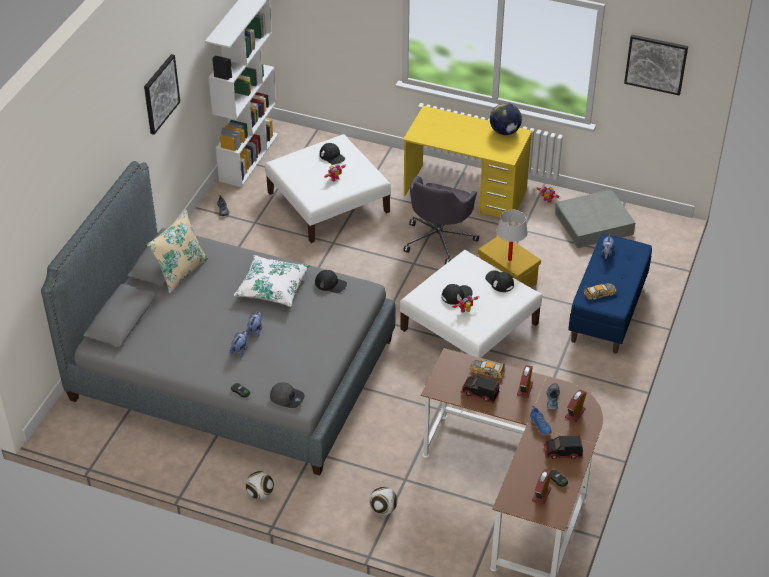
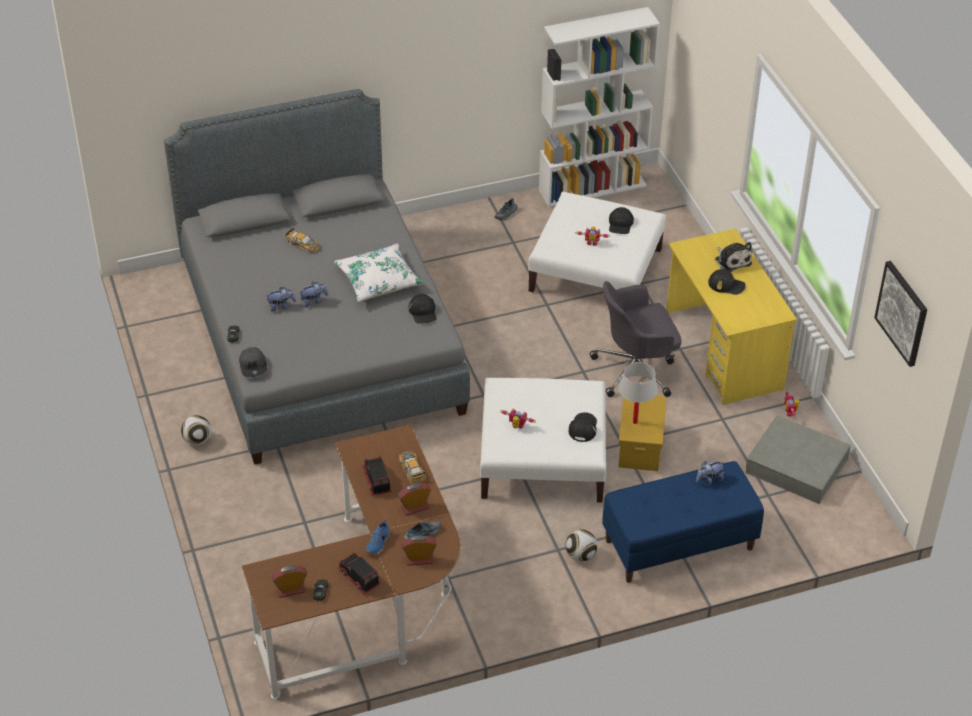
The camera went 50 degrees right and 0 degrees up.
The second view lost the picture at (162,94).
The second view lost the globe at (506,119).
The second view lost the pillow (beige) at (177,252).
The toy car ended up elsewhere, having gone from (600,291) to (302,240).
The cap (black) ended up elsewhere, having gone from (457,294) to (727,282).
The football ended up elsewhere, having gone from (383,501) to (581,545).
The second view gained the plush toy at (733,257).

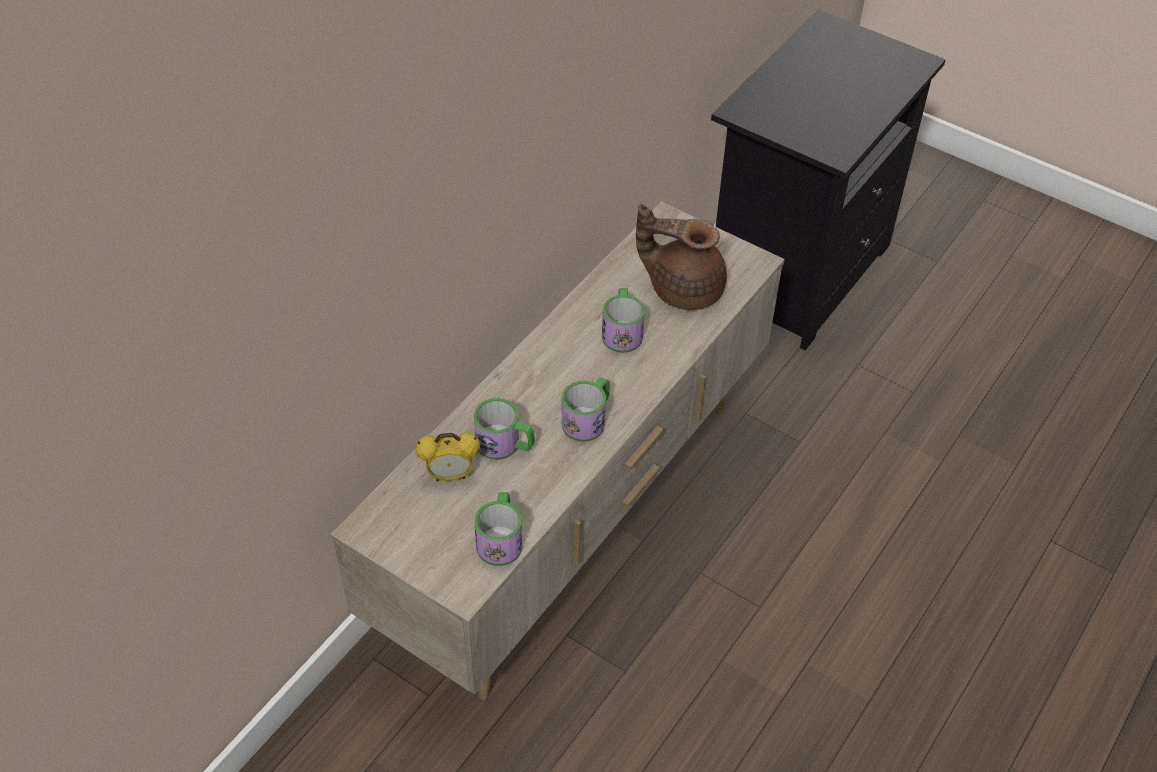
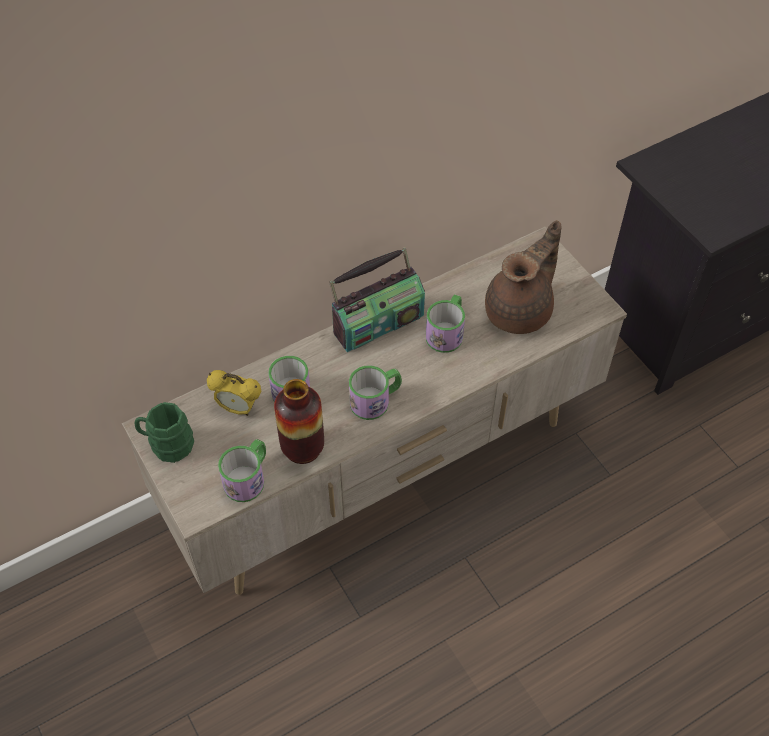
The camera went 25 degrees right and 5 degrees up.
The teapot (brown) at (681,257) ended up facing another way, 90 degrees clockwise from before.
The second view gained the radio at (377,299).
The second view gained the vase at (299,421).
The second view gained the mug (green) at (164,432).

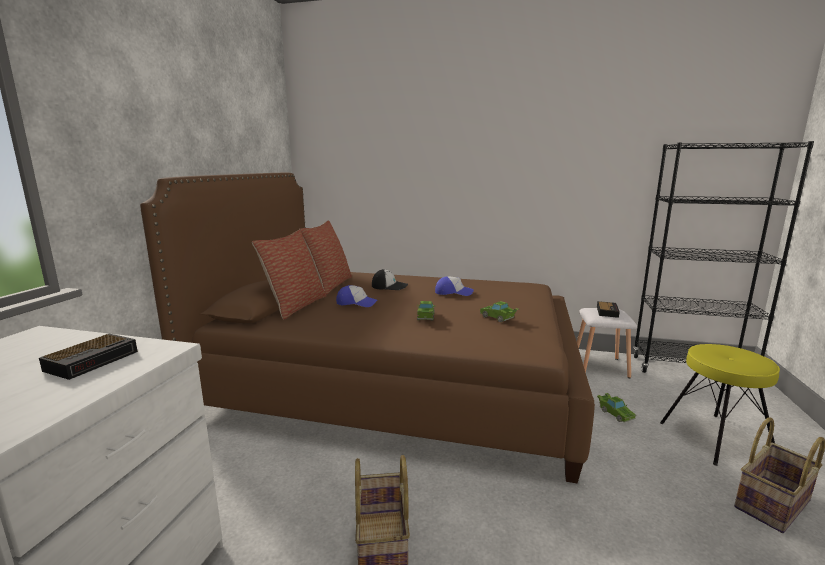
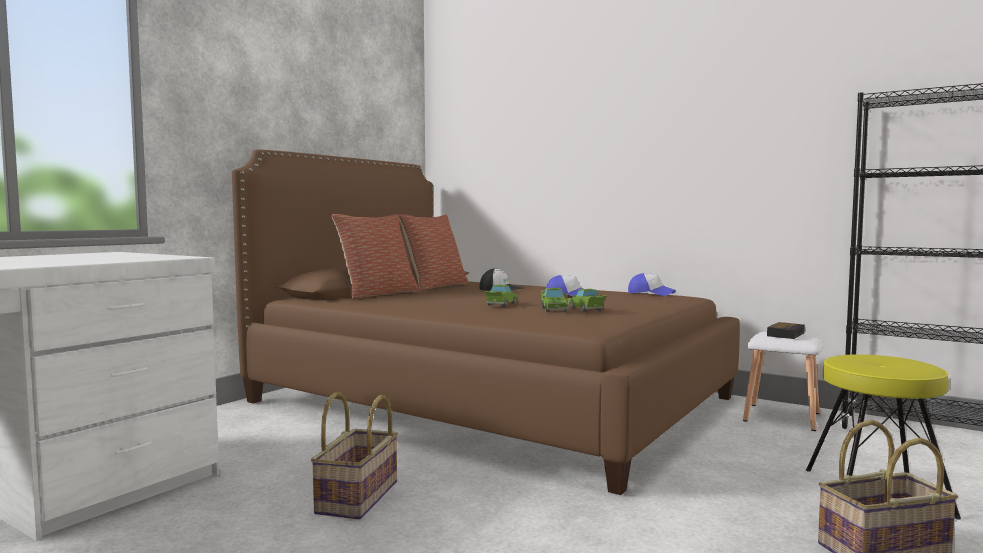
The camera went 20 degrees right and 10 degrees down.
The cap ended up elsewhere, having gone from (357,296) to (652,284).
The second view lost the alarm clock at (88,357).
The toy car (green) ended up elsewhere, having gone from (616,408) to (554,300).

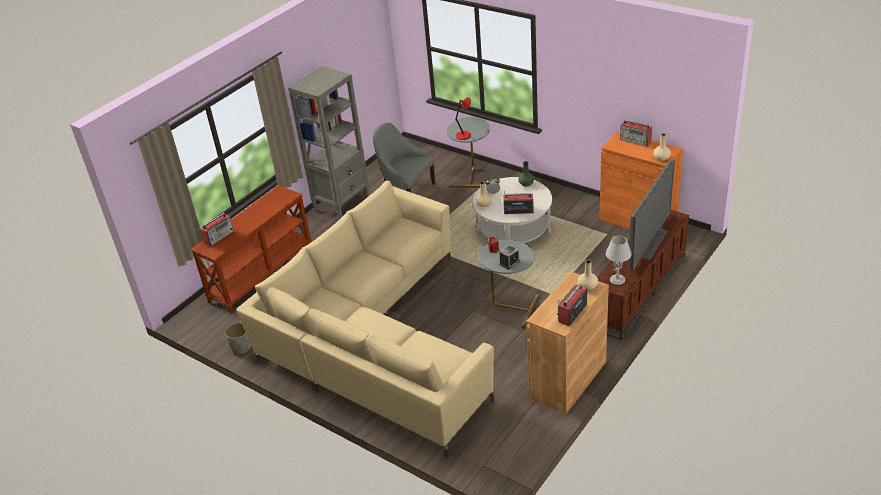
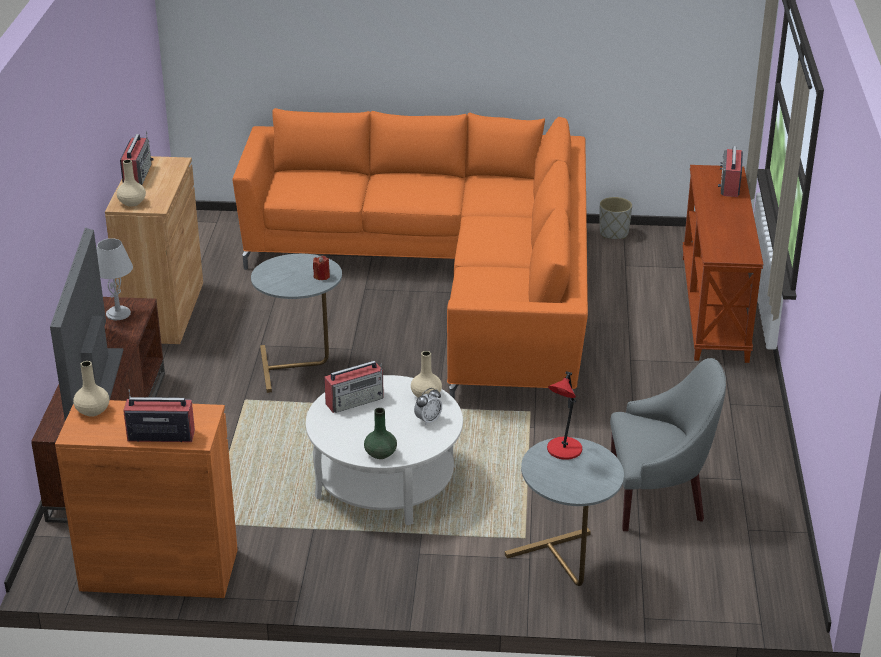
The camera went 145 degrees right and 5 degrees down.
The second view lost the bookcase (grey) at (329,143).
What was the sofa (beige) at (365,319) turned into the sofa (orange) at (410,258).
The second view lost the alarm clock at (509,257).

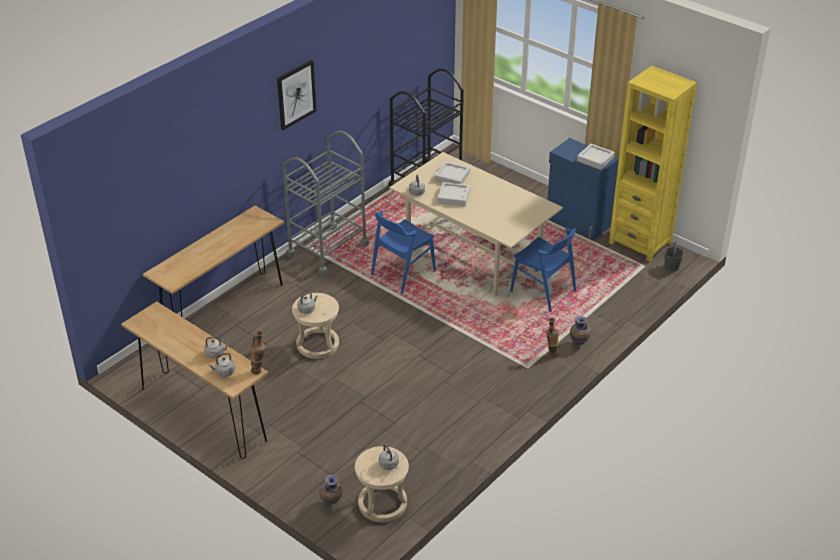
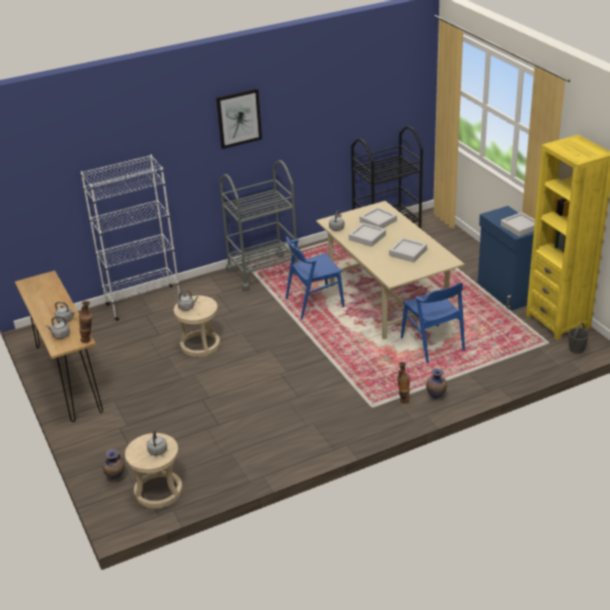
The camera went 25 degrees right and 5 degrees down.
Where the console table (brown) stood at (213,261), the bookcase (white) came to stand at (131,238).
The second view gained the tray (grey) at (408,250).

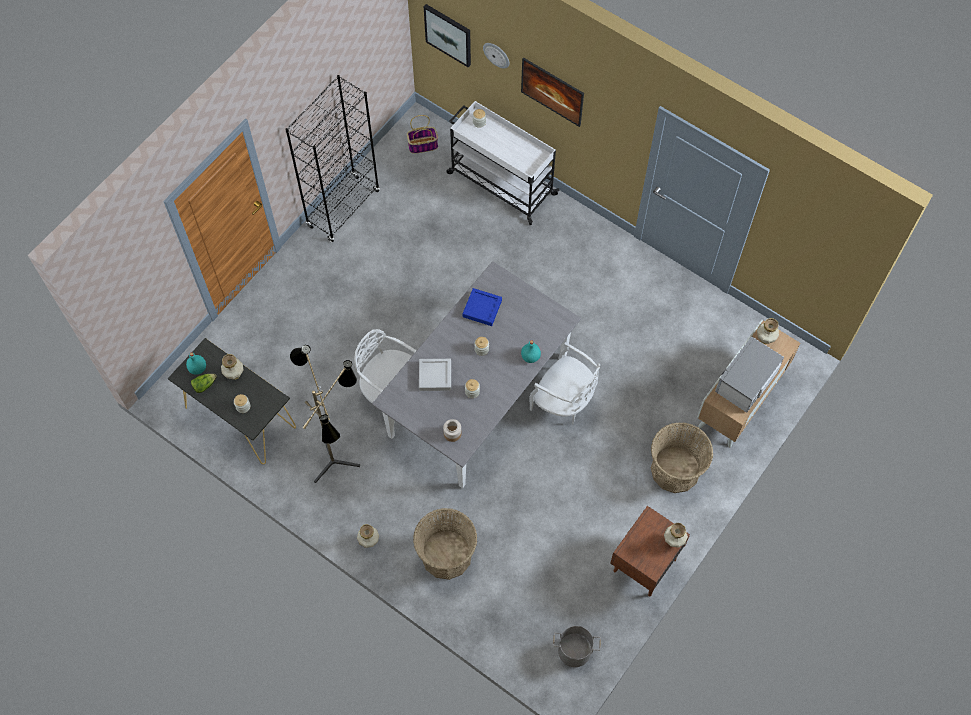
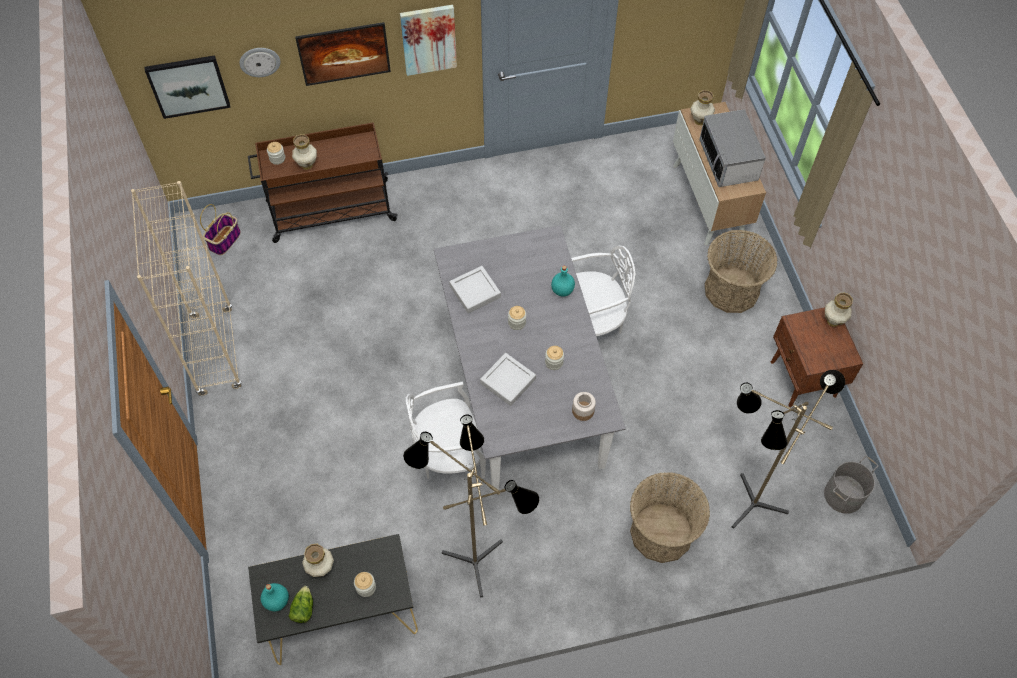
The camera went 50 degrees left and 5 degrees down.
What was the bookcase (black) at (332,158) turned into the bookcase (beige) at (186,288).
What was the cart (white) at (503,163) turned into the cart (brown) at (323,182).
What was the tray (blue) at (482,307) turned into the tray (grey) at (475,289).
The vase ended up elsewhere, having gone from (368,536) to (304,152).
The second view gained the picture at (428,40).
The second view gained the floor lamp at (788,449).

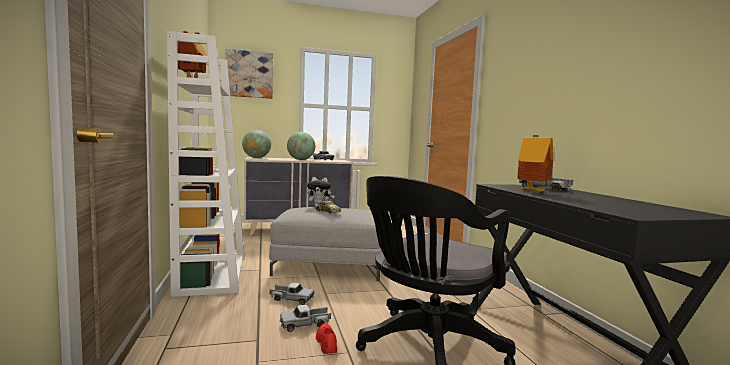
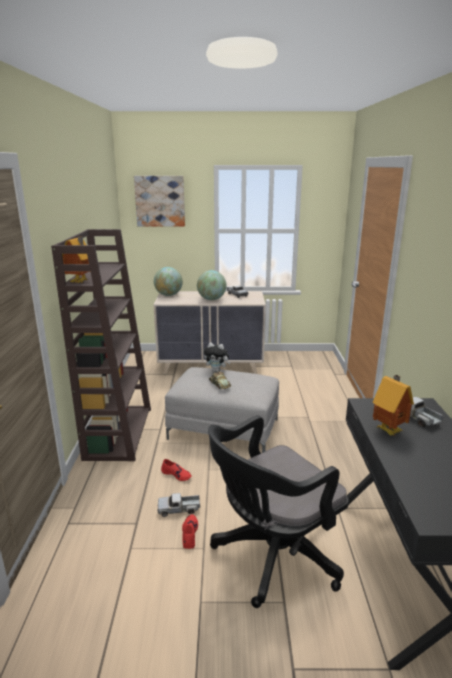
The camera went 15 degrees right and 15 degrees up.
What was the bookcase (white) at (205,164) turned into the bookcase (brown) at (101,345).
Where the toy truck stood at (292,294), the shoe (red) came to stand at (176,470).

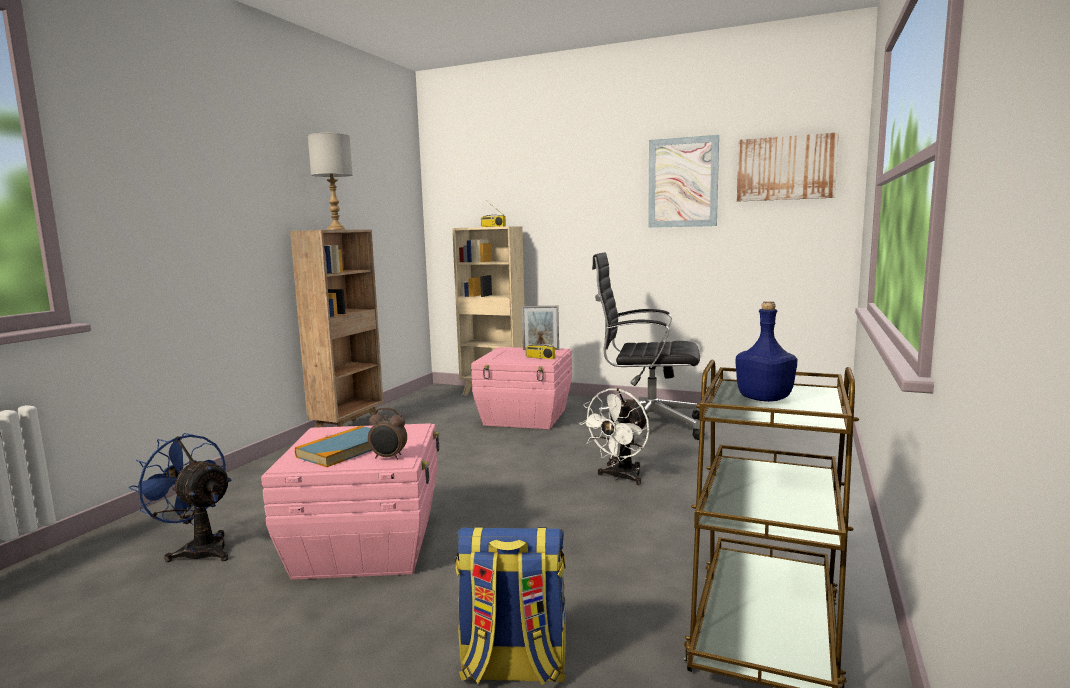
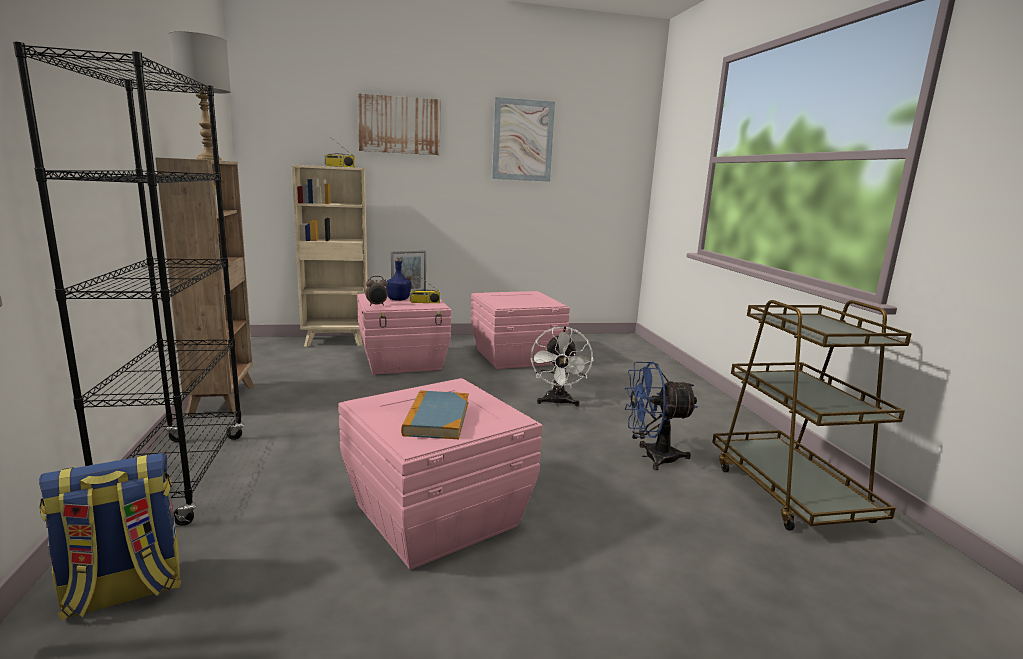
The camera went 35 degrees left and 5 degrees up.
The picture ended up elsewhere, having gone from (788,167) to (399,124).
Where the office chair (black) stood at (648,347), the storage box (pink) came to stand at (520,330).
The bottle (blue) ended up elsewhere, having gone from (766,351) to (398,279).
The alarm clock ended up elsewhere, having gone from (387,433) to (376,291).
The fan (blue) ended up elsewhere, having gone from (180,497) to (661,416).
The backpack ended up elsewhere, having gone from (510,606) to (110,537).
The second view gained the bookcase (black) at (128,283).

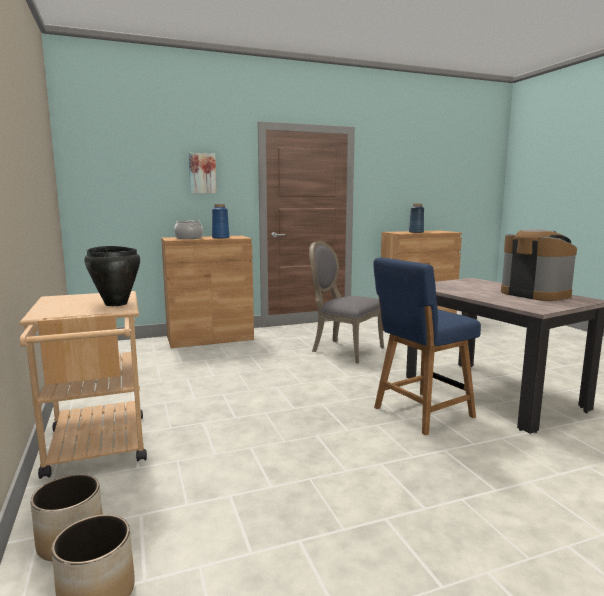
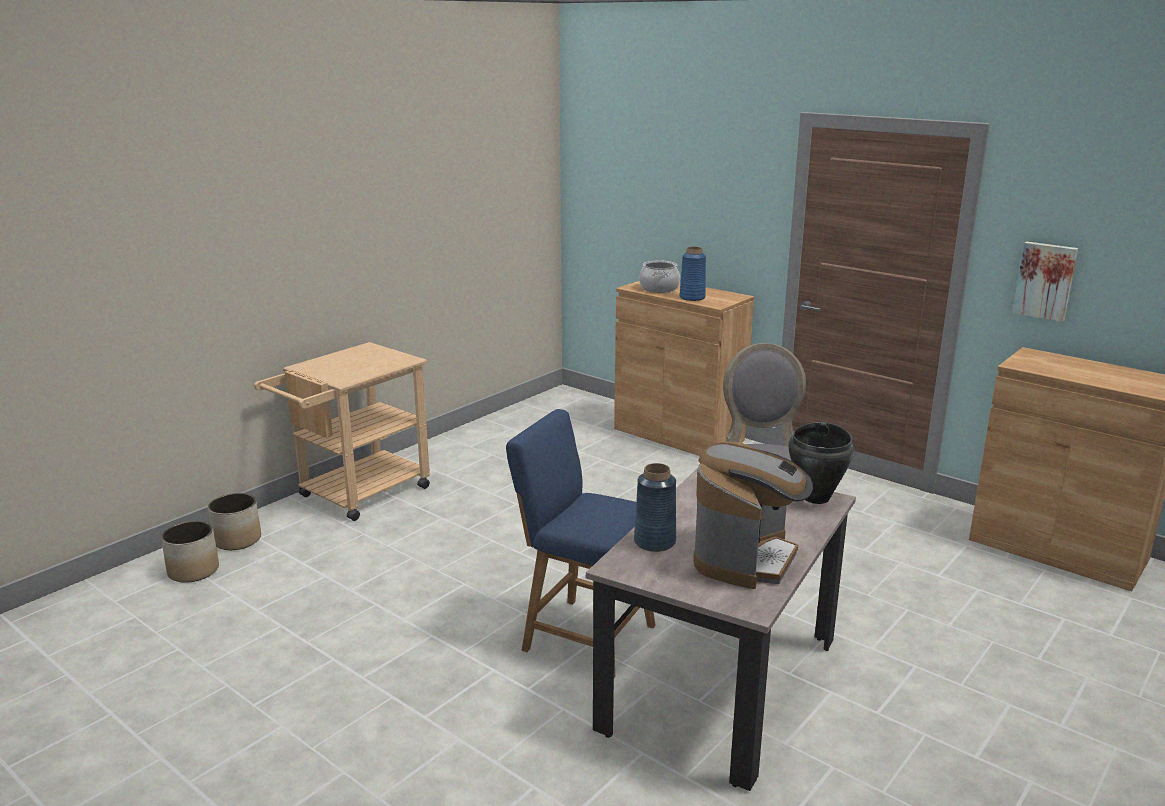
The camera went 60 degrees right and 10 degrees up.
The picture ended up elsewhere, having gone from (203,173) to (1045,282).
The vase (blue) ended up elsewhere, having gone from (416,218) to (655,507).
The cooking pot (black) ended up elsewhere, having gone from (112,276) to (821,463).

